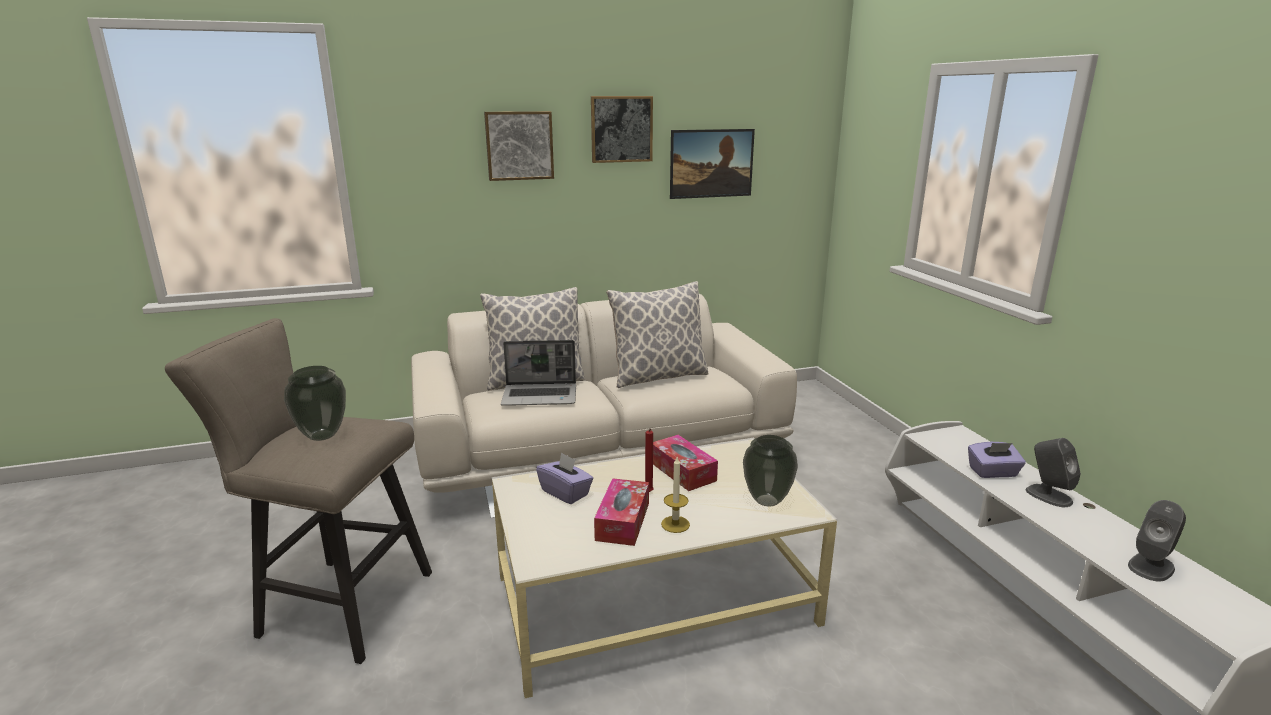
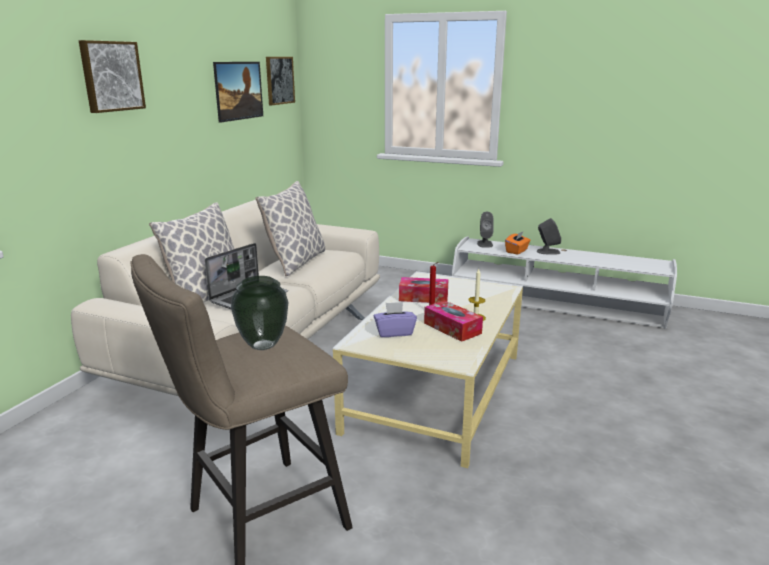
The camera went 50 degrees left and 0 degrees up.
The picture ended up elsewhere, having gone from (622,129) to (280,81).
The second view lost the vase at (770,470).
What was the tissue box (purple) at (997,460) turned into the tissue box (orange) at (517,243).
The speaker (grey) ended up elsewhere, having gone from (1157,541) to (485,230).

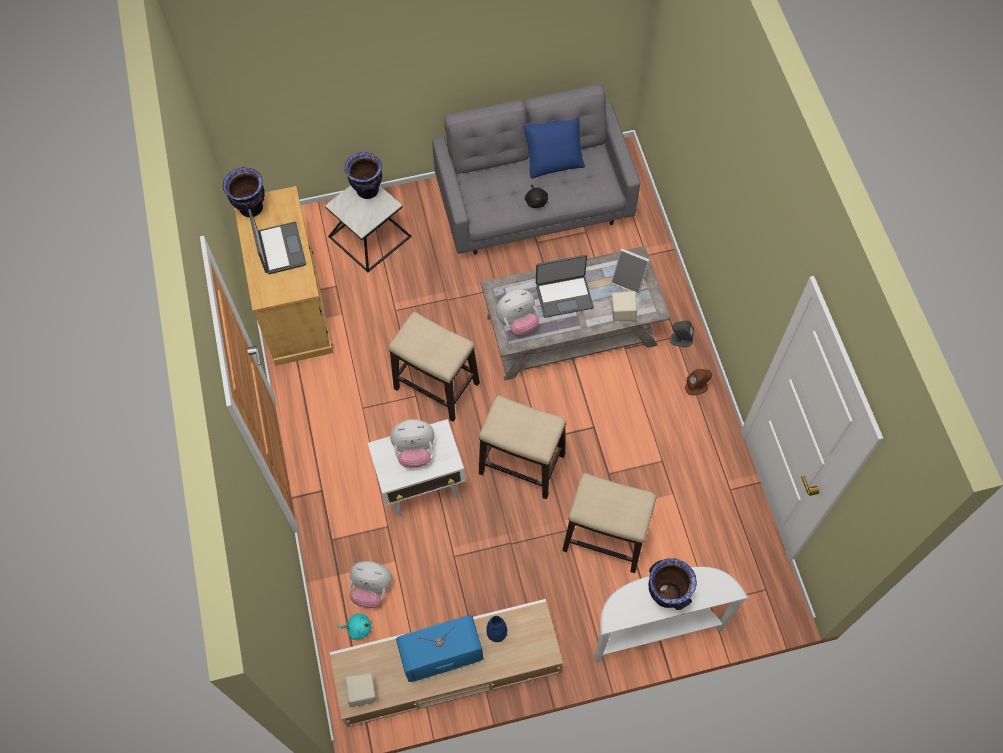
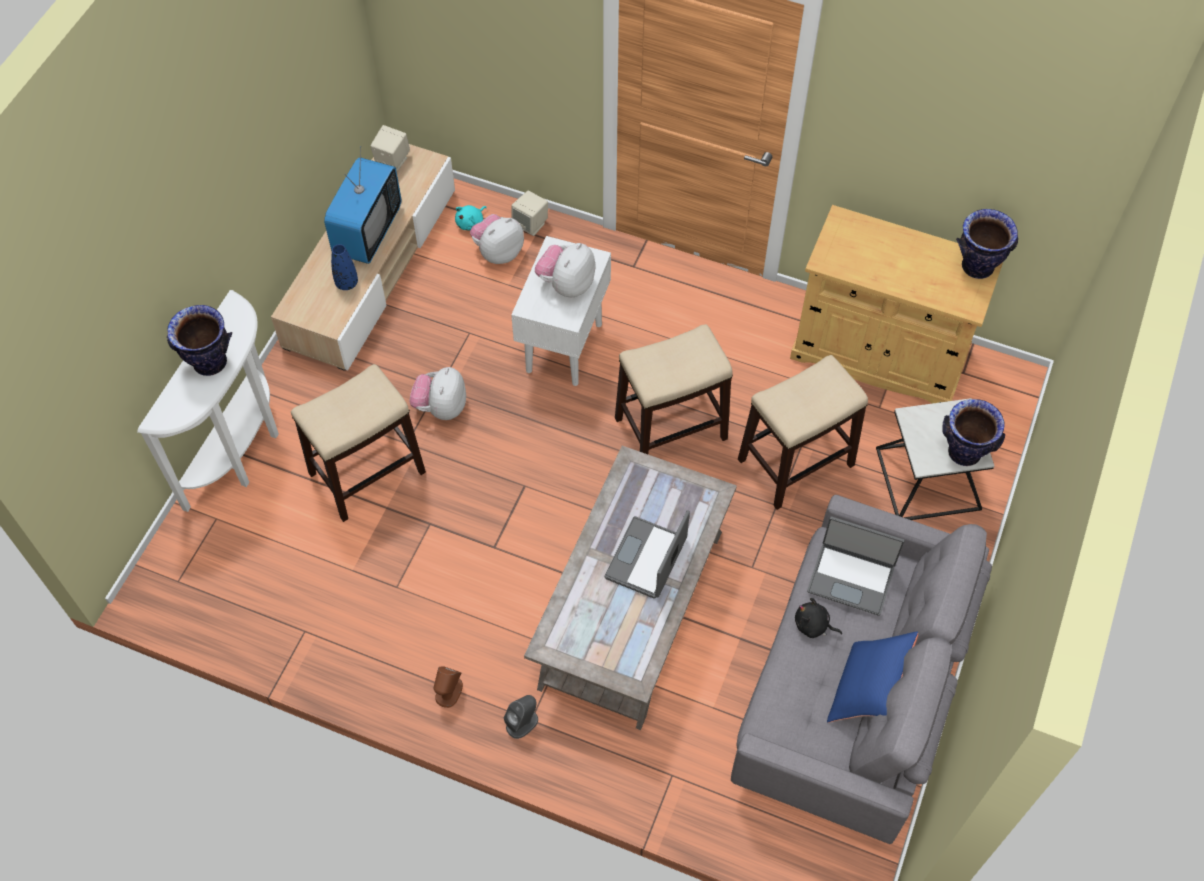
The camera went 125 degrees right and 5 degrees down.
The laptop ended up elsewhere, having gone from (277,241) to (856,566).
The second view lost the picture frame at (630,271).
The plush toy ended up elsewhere, having gone from (517,312) to (437,393).
The speaker (beige) ended up elsewhere, having gone from (624,307) to (529,213).
The stool ended up elsewhere, having gone from (522,447) to (803,432).

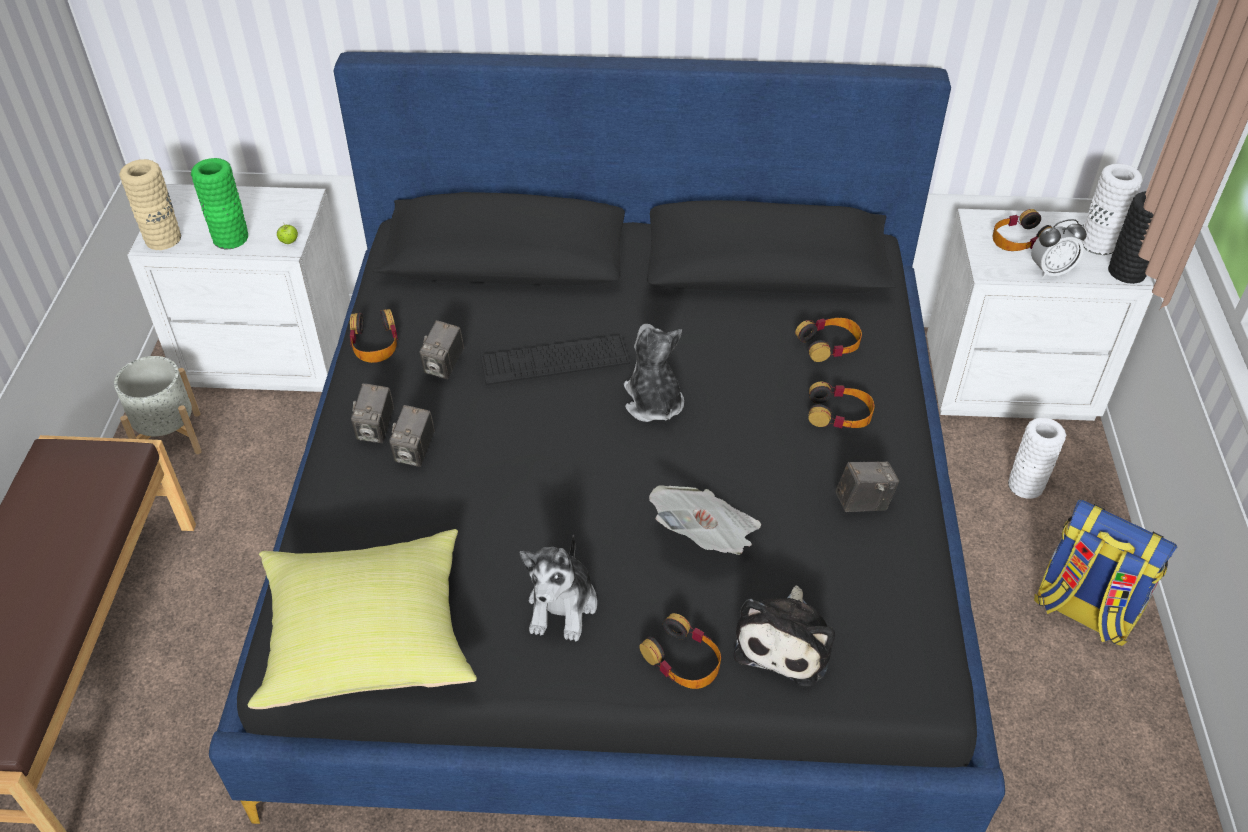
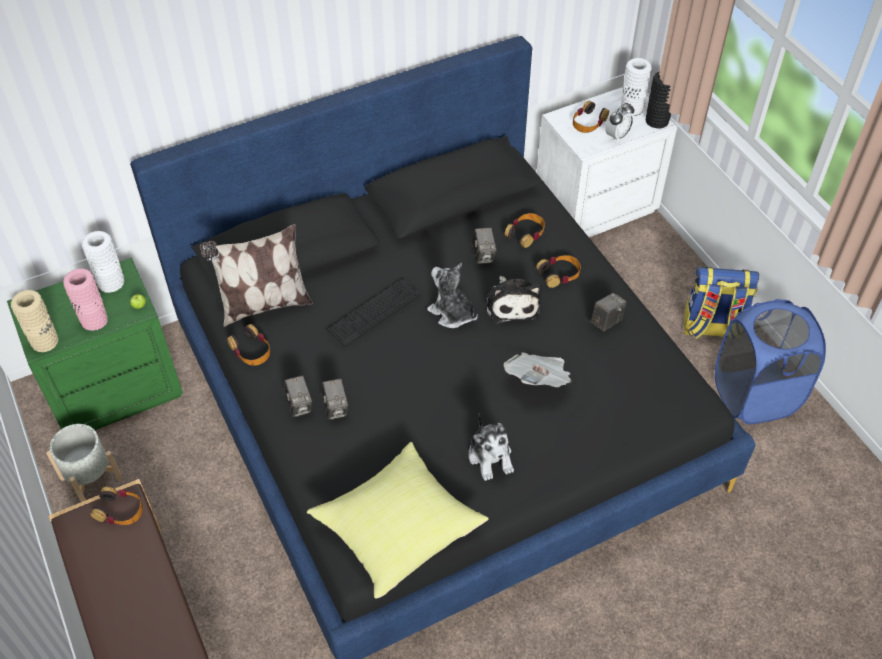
The camera went 30 degrees left and 5 degrees up.
What was the vase (green) at (219,203) turned into the vase (pink) at (85,299).
What was the nightstand (white) at (238,288) turned into the nightstand (green) at (95,343).
The photo camera ended up elsewhere, having gone from (442,349) to (484,245).
The vase (white) ended up elsewhere, having gone from (1037,458) to (103,262).
The plush toy ended up elsewhere, having gone from (784,636) to (514,300).
The headphones ended up elsewhere, having gone from (680,651) to (116,506).
The second view gained the pillow at (256,275).
The second view gained the laundry basket (blue) at (770,361).

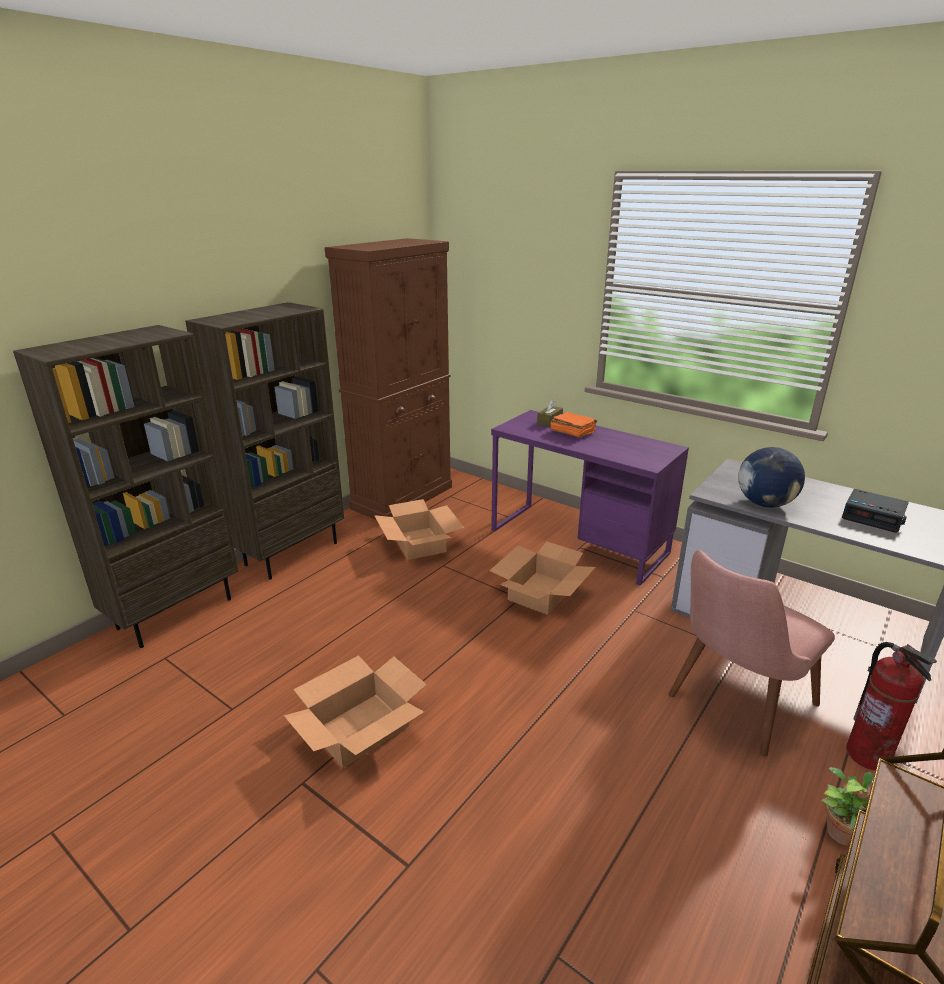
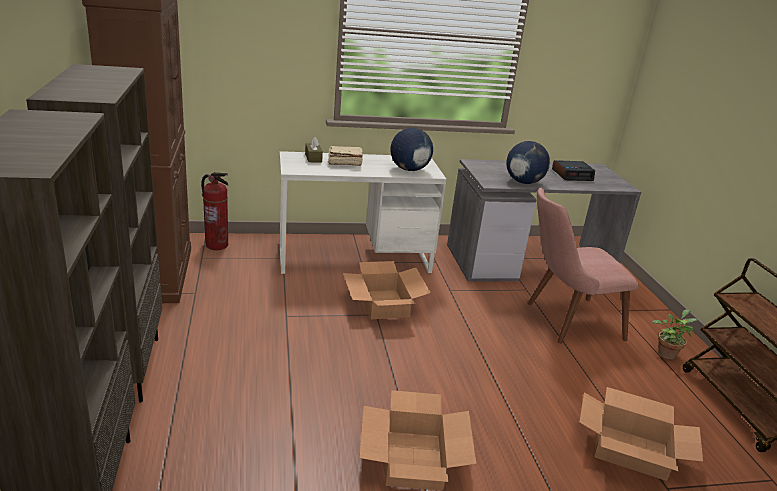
The camera went 50 degrees left and 0 degrees up.
What was the desk (purple) at (590,498) turned into the desk (white) at (363,212).
What was the book (orange) at (573,425) turned into the book (beige) at (345,156).
The cardboard box ended up elsewhere, having gone from (419,529) to (641,434).
The chair (pink) at (751,653) ended up facing another way, 75 degrees clockwise from before.
The fire extinguisher ended up elsewhere, having gone from (891,706) to (214,211).
The second view gained the globe at (412,149).

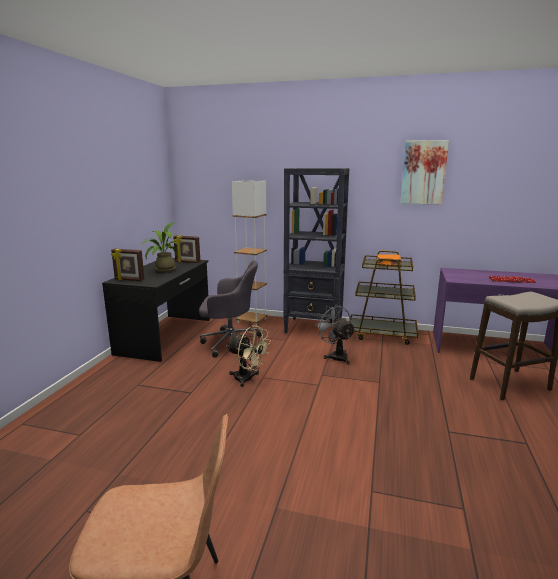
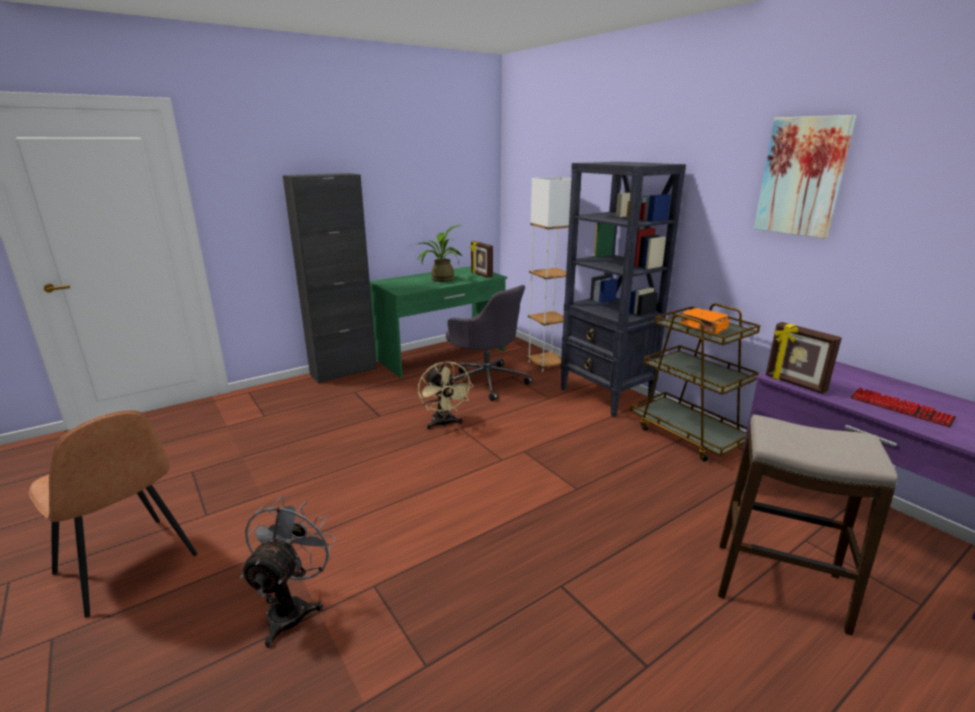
The camera went 40 degrees right and 5 degrees up.
The picture frame ended up elsewhere, having gone from (128,265) to (804,358).
What was the desk (black) at (156,310) turned into the desk (green) at (438,322).
The fan (grey) ended up elsewhere, having gone from (334,334) to (288,572).
The second view gained the cabinet (black) at (330,278).

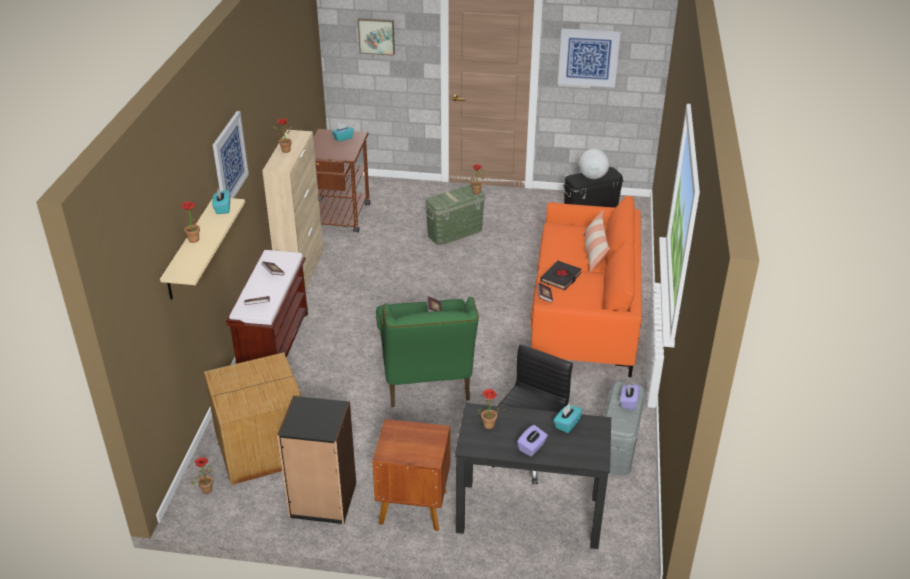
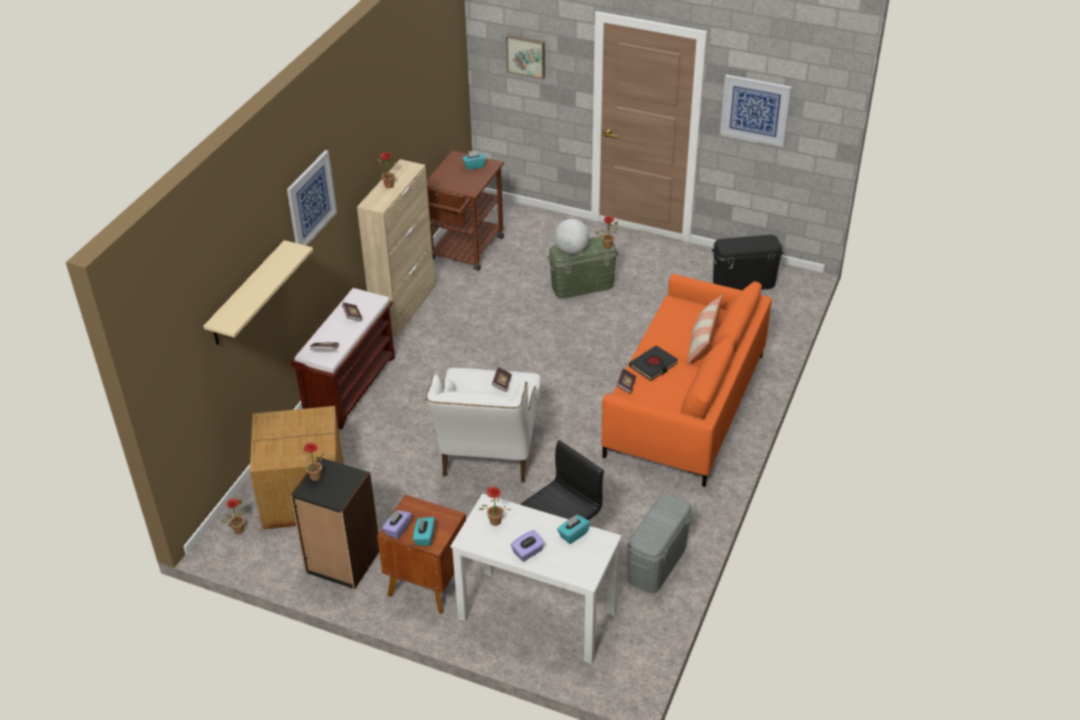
The camera went 15 degrees right and 5 degrees up.
The globe ended up elsewhere, having gone from (594,164) to (571,236).
The tissue box (turquoise) ended up elsewhere, having gone from (221,201) to (424,531).
The potted plant ended up elsewhere, having gone from (190,222) to (314,462).
What was the armchair (green) at (427,352) turned into the armchair (white) at (483,425).
The tissue box (purple) ended up elsewhere, having gone from (630,397) to (397,524).
What was the desk (black) at (533,476) turned into the desk (white) at (536,578).

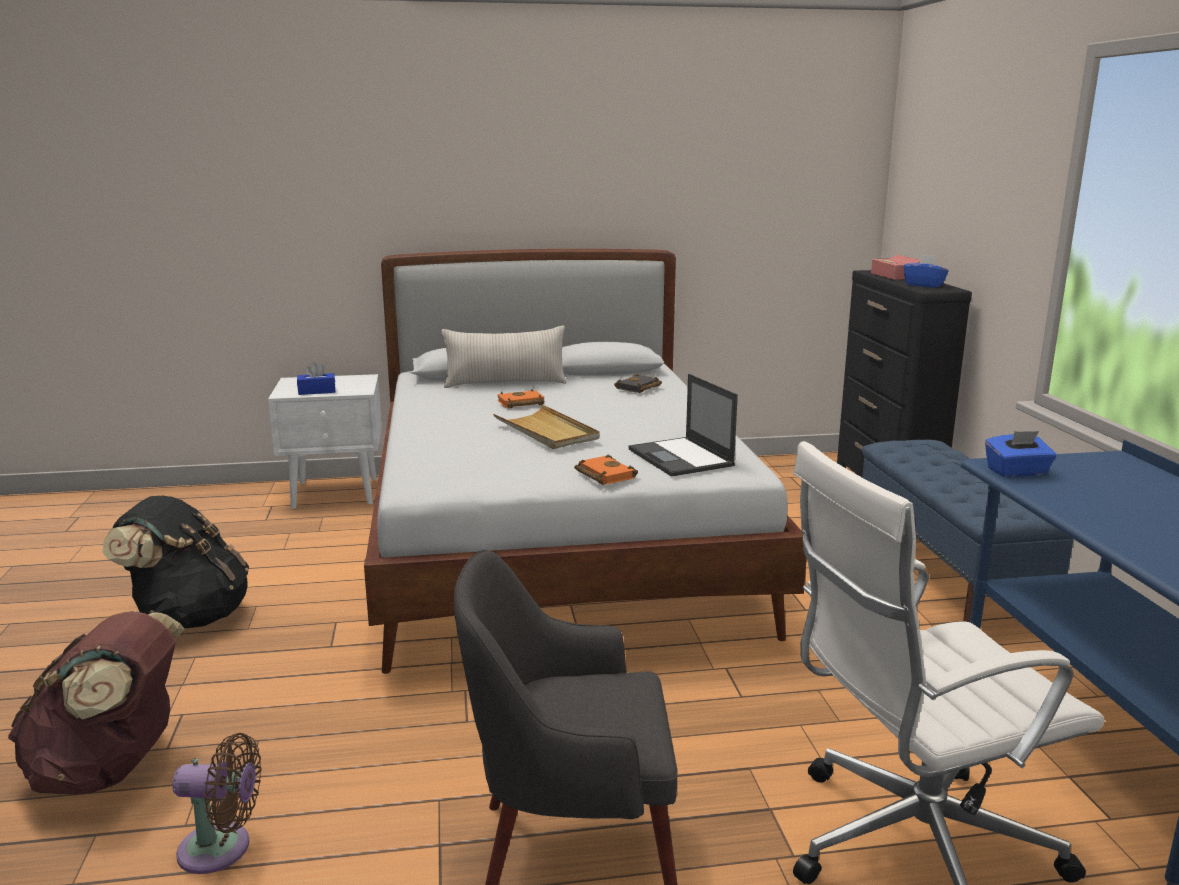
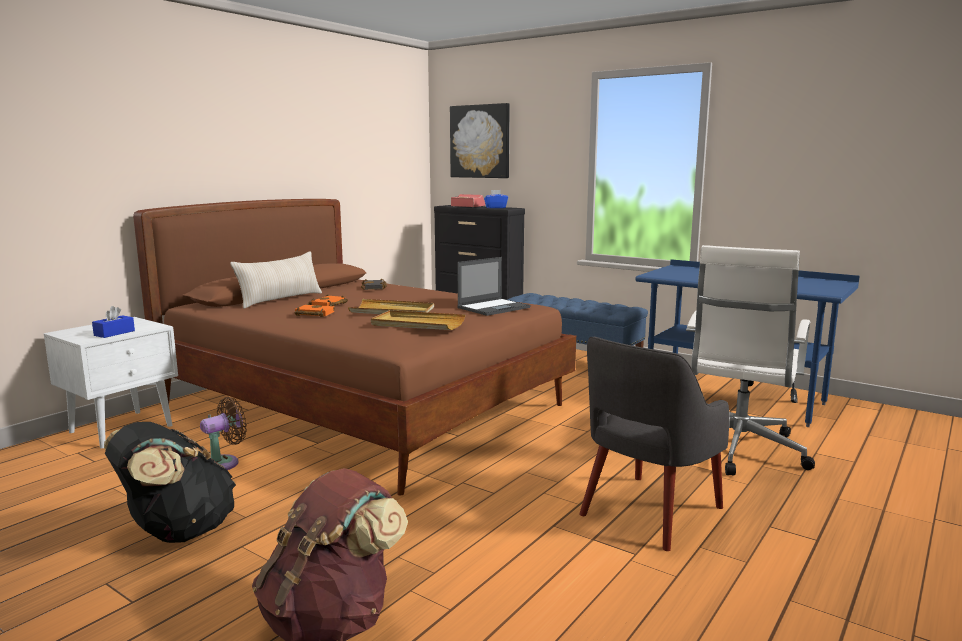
The camera went 45 degrees left and 5 degrees down.
What was the bed (white) at (585,461) turned into the bed (brown) at (354,347).
The laptop at (683,425) ended up facing another way, 60 degrees counterclockwise from before.
The second view lost the tissue box (blue) at (1020,454).
The book (orange) ended up elsewhere, having gone from (606,469) to (315,310).
The fan (brown) ended up elsewhere, having gone from (217,803) to (223,433).
The second view gained the picture at (480,140).
The second view gained the tray (beige) at (418,320).

